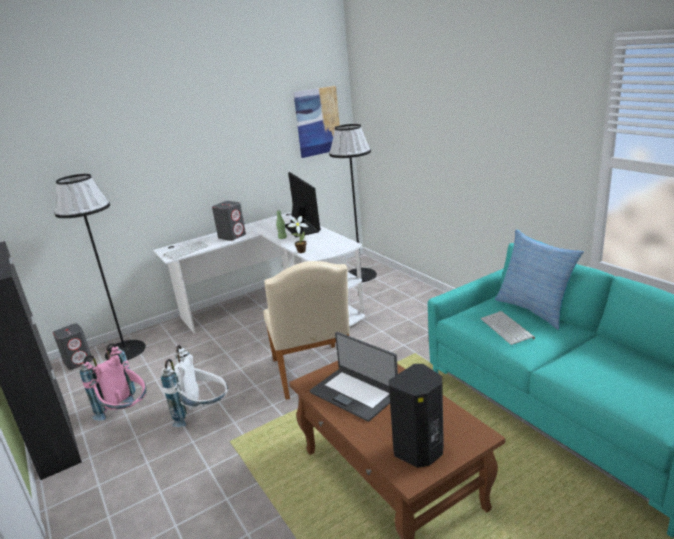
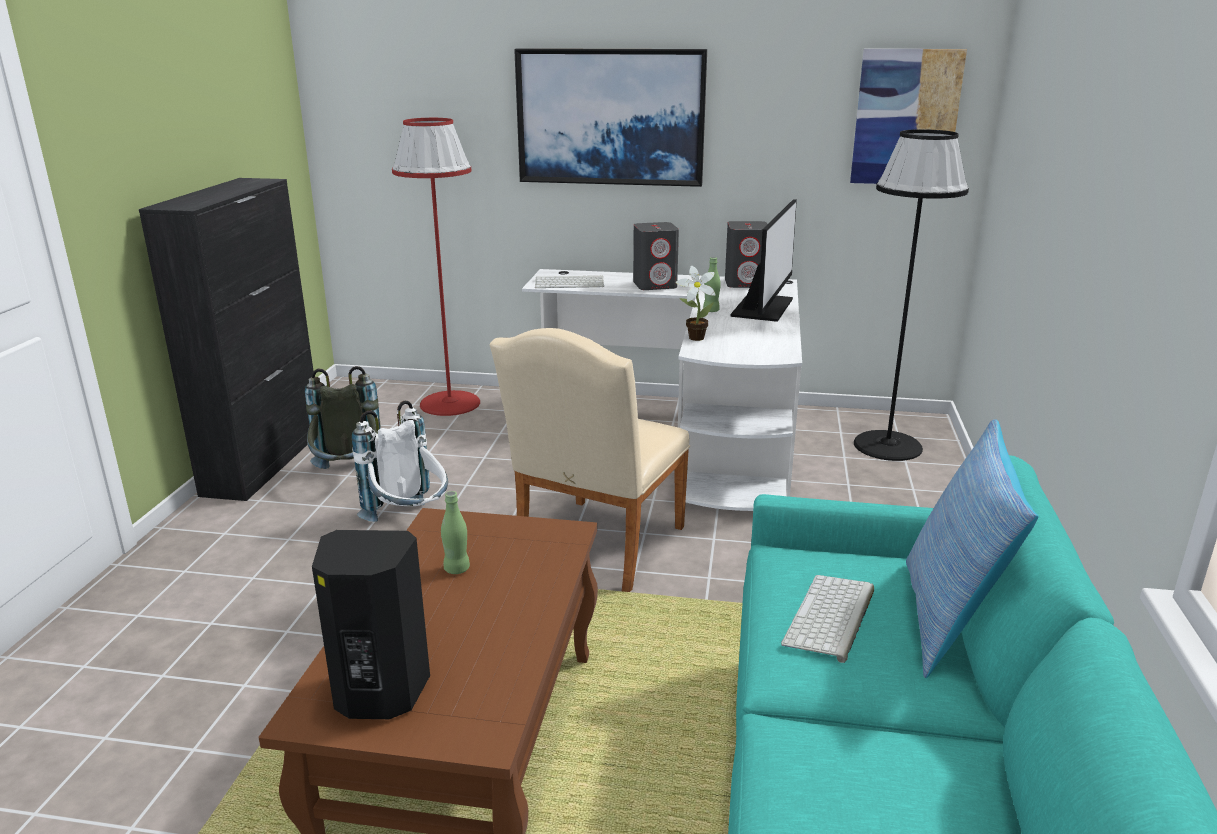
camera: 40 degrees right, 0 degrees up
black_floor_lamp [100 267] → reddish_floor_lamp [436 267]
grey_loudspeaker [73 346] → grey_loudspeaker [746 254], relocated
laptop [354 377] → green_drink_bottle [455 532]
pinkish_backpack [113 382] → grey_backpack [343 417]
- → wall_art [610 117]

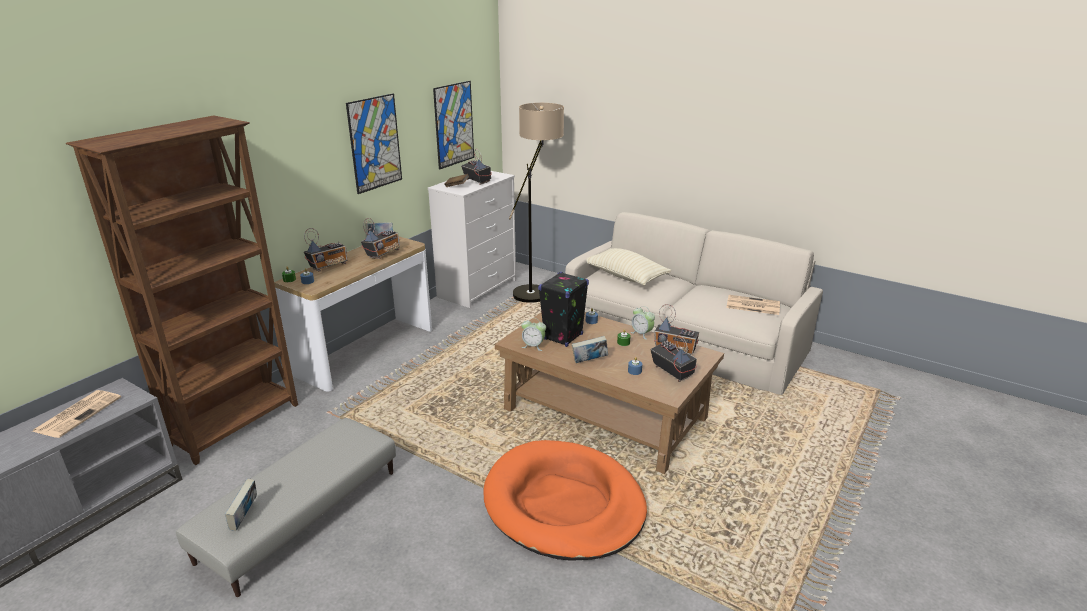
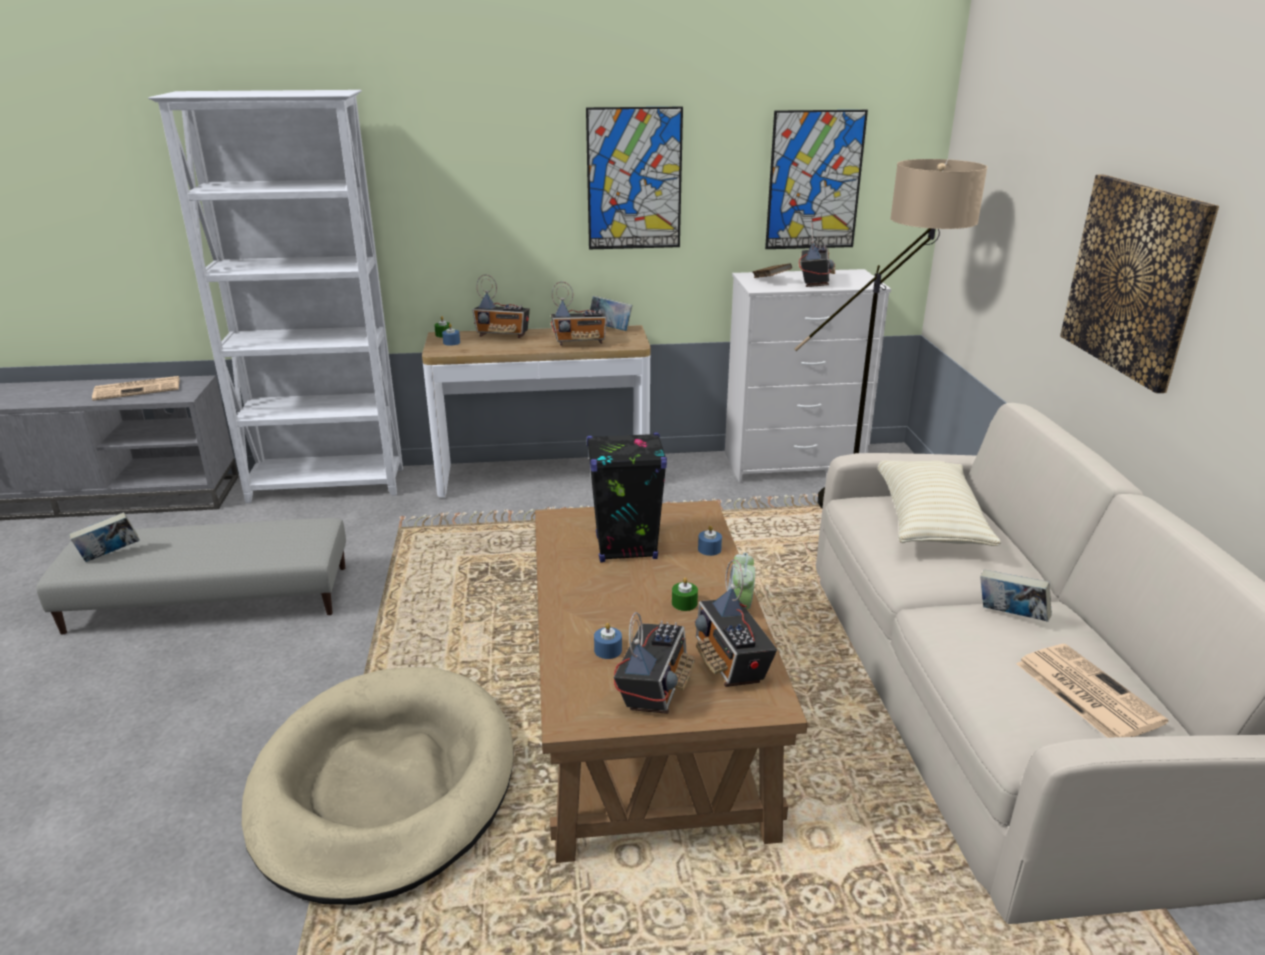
camera: 50 degrees right, 0 degrees up
brownish_bookshelf [182 290] → white_bookshelf [275 296]
alarm_clock [533 334] → -
book [590 349] → book [1016 596], relocated
orange_dog_cushion [565 500] → sand-coloured_dog_cushion [378 786]
- → wall_art [1139 283]

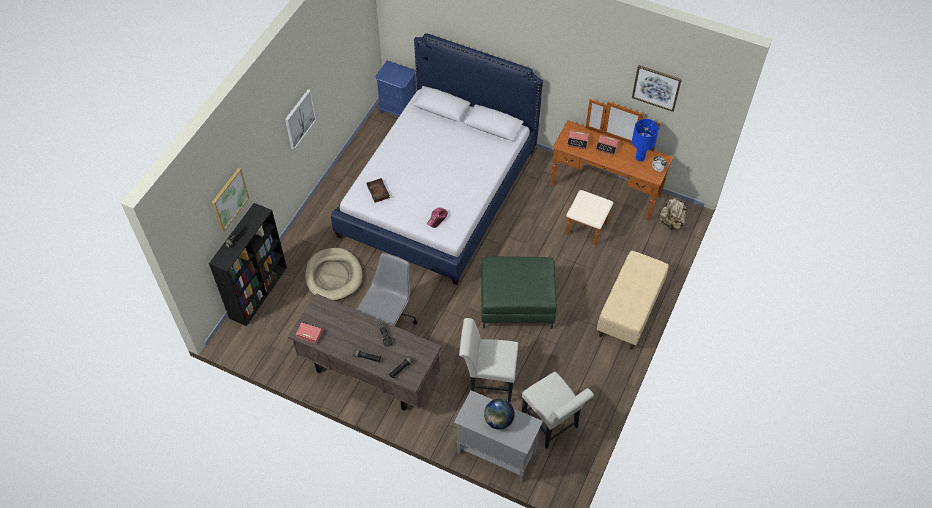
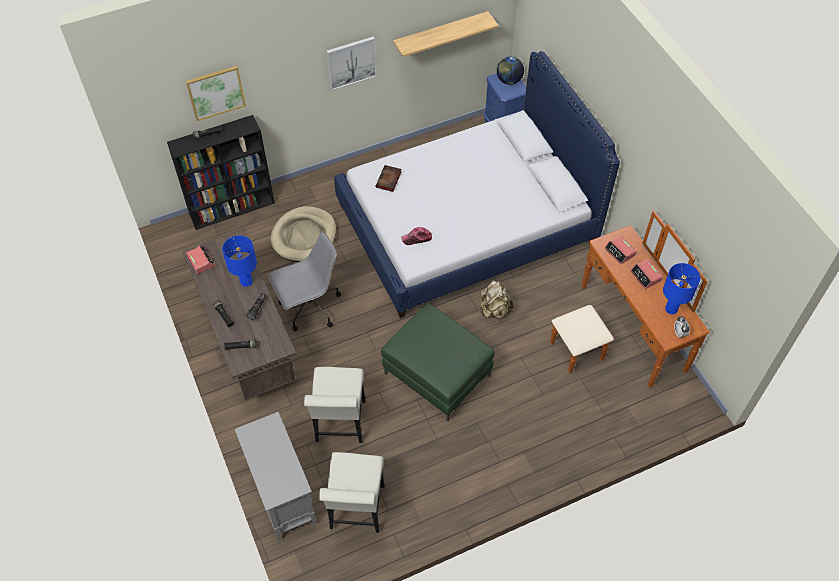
camera: 40 degrees right, 0 degrees up
wall_art [657 88] → -
sand-coloured_backpack [673 214] → sand-coloured_backpack [497 299], relocated
sand-coloured_bench [633 299] → -
white_chair [488 360] → white_chair [335 405], 135 degrees counterclockwise
world_globe [499 414] → world_globe [510 71], relocated
- → bracket_shelf [446 34]
- → bluish_table_lamp [239 261]

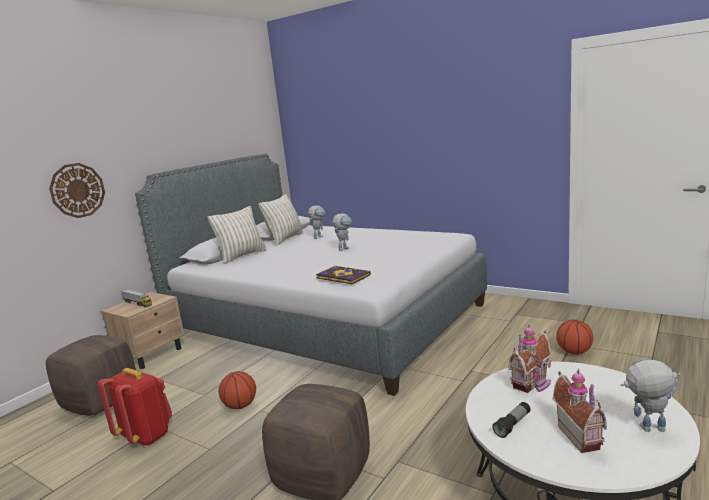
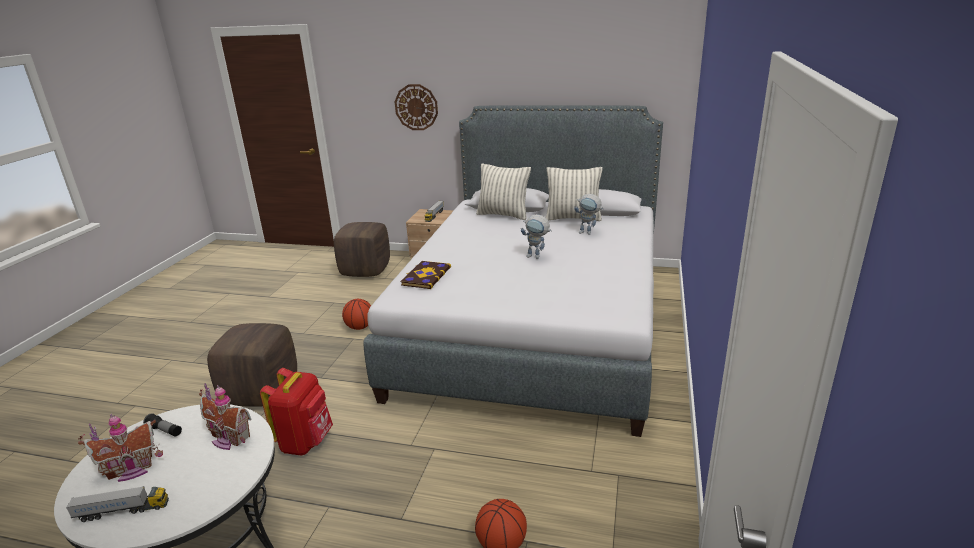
camera: 70 degrees right, 10 degrees up
model_robot [651 395] → model_truck [117 504]
reddish_backpack [135 407] → reddish_backpack [296 412], relocated

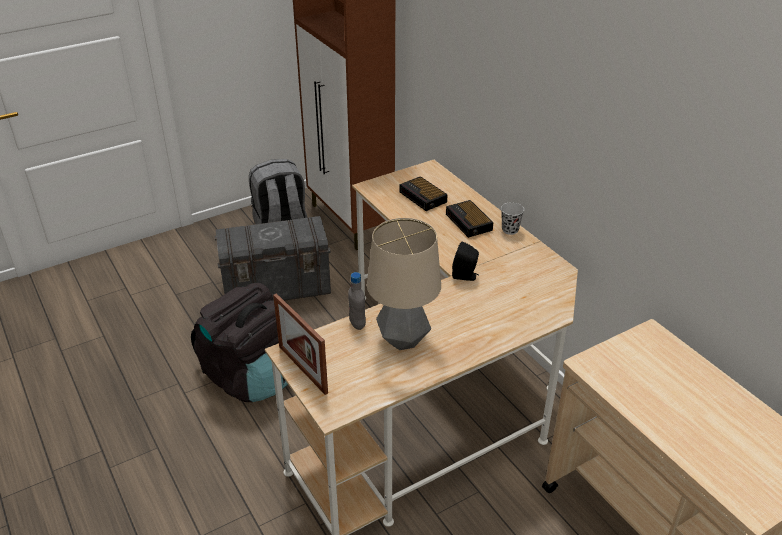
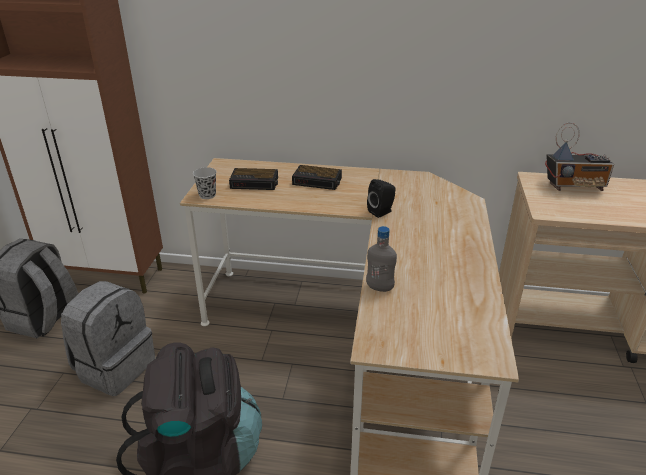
camera: 50 degrees left, 5 degrees down
black_small_cup [512 218] → black_small_cup [205 183], relocated
grey_storage_container [273 258] → grey_backpack [108 338]
table_lamp [404 284] → -
standing_frame [300 344] → -
- → radio_set [579 157]

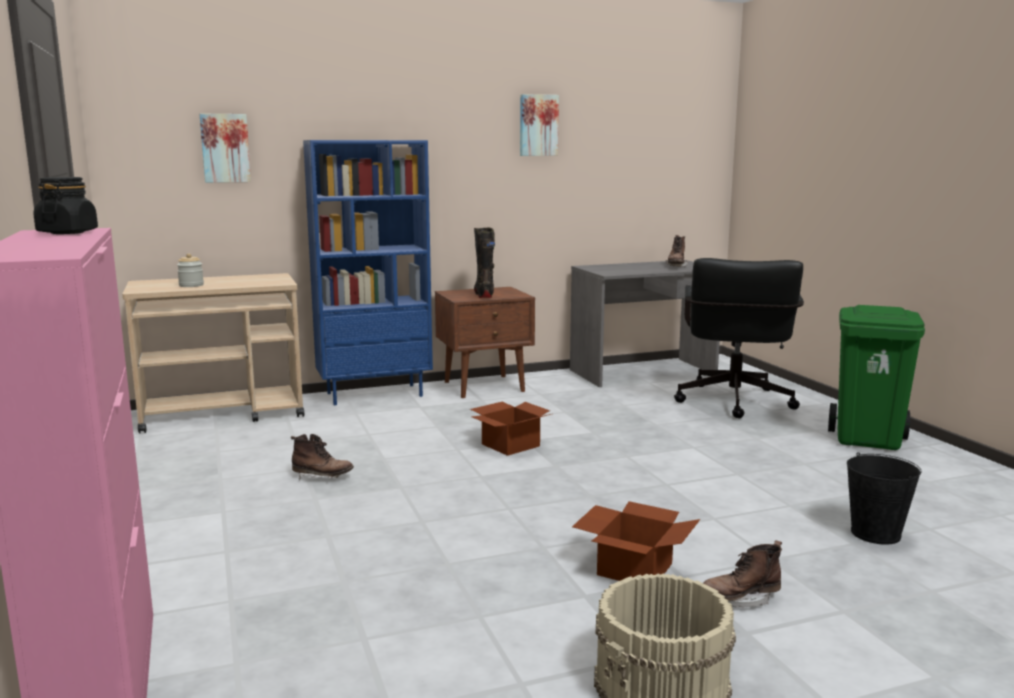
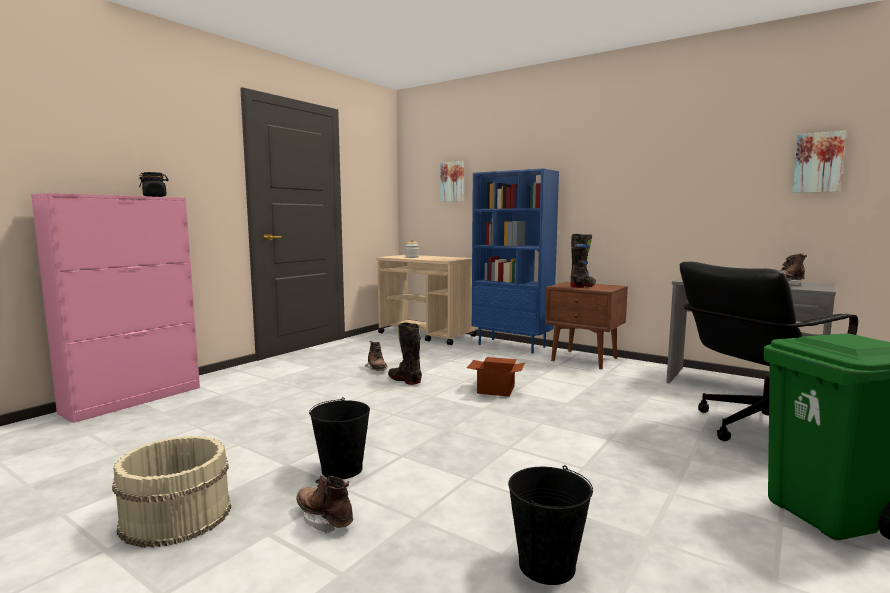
camera: 55 degrees right, 5 degrees down
wall_art [539 125] → wall_art [819 162], relocated
packing_box [636 541] → black_bucket [339 438]
- → black_tall_boot [405 353]

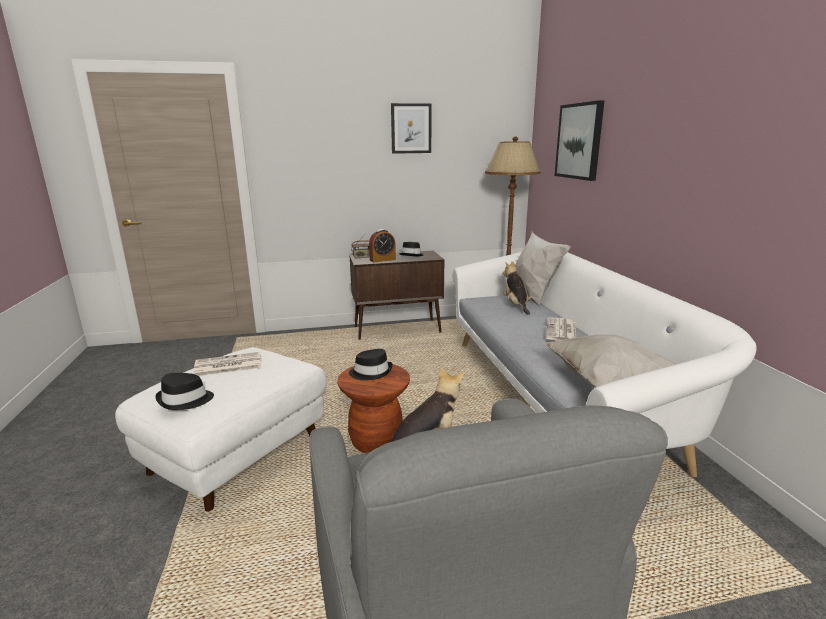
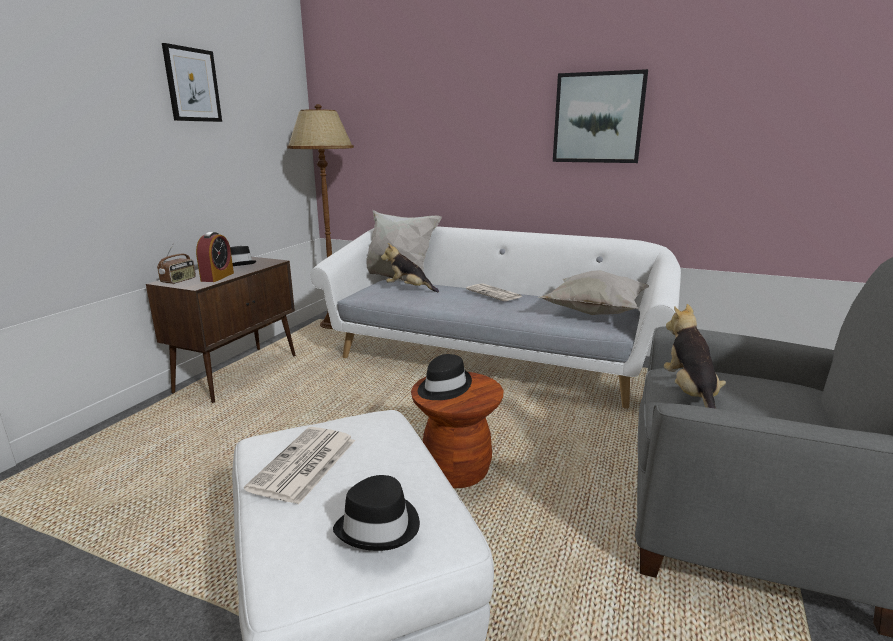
camera: 55 degrees left, 0 degrees up
wall_art [580 140] → wall_art [600 116], relocated

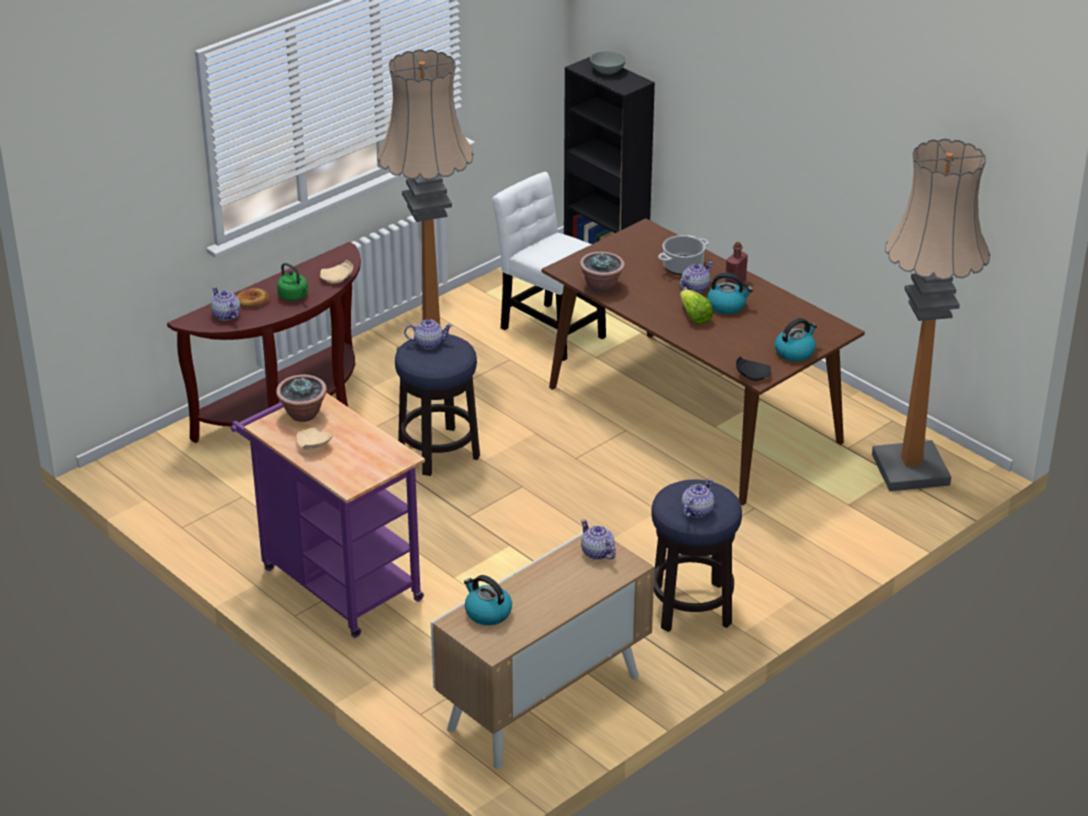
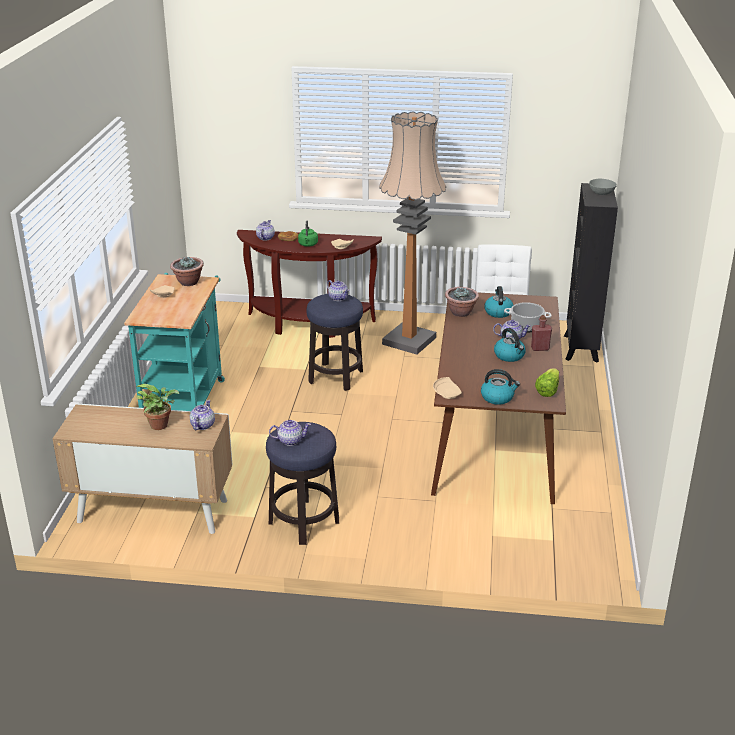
camera: 50 degrees right, 5 degrees down
floor_lamp [931 315] → -
lettuce_head [696 306] → lettuce_head [547 382], relocated
black_plate [753 368] → sand-coloured_plate [447 388]
purplish_cart [328 515] → blue-green_cart [174 342]
kettle [488 600] → kettle [498 302], relocated
- → houseplant [157 407]

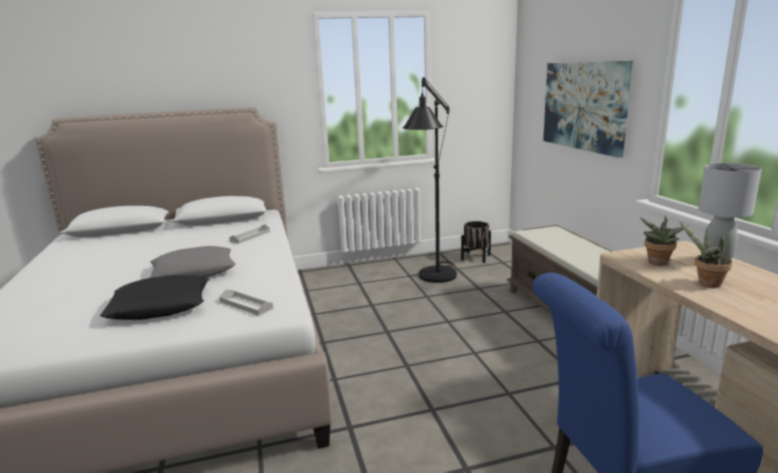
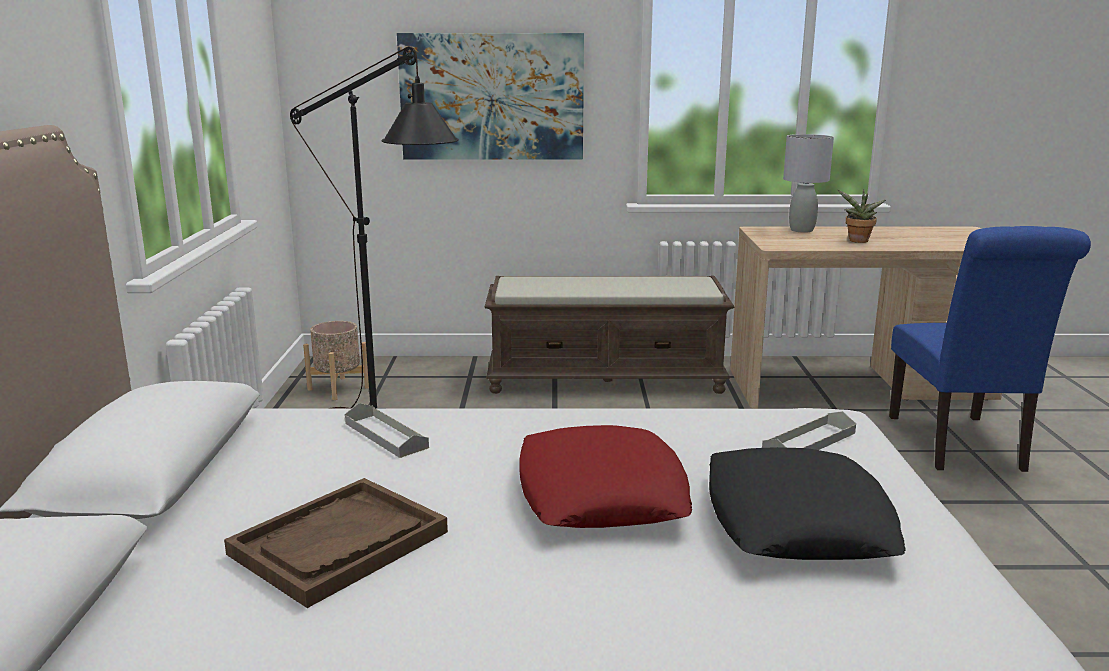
camera: 75 degrees left, 0 degrees up
houseplant [664 240] → -
black_planter [476 242] → sand-coloured_planter [336 360]
grey_throw_pillow [193 262] → reddish_throw_pillow [605 476]
- → brownish_carrying_tray [336 543]

